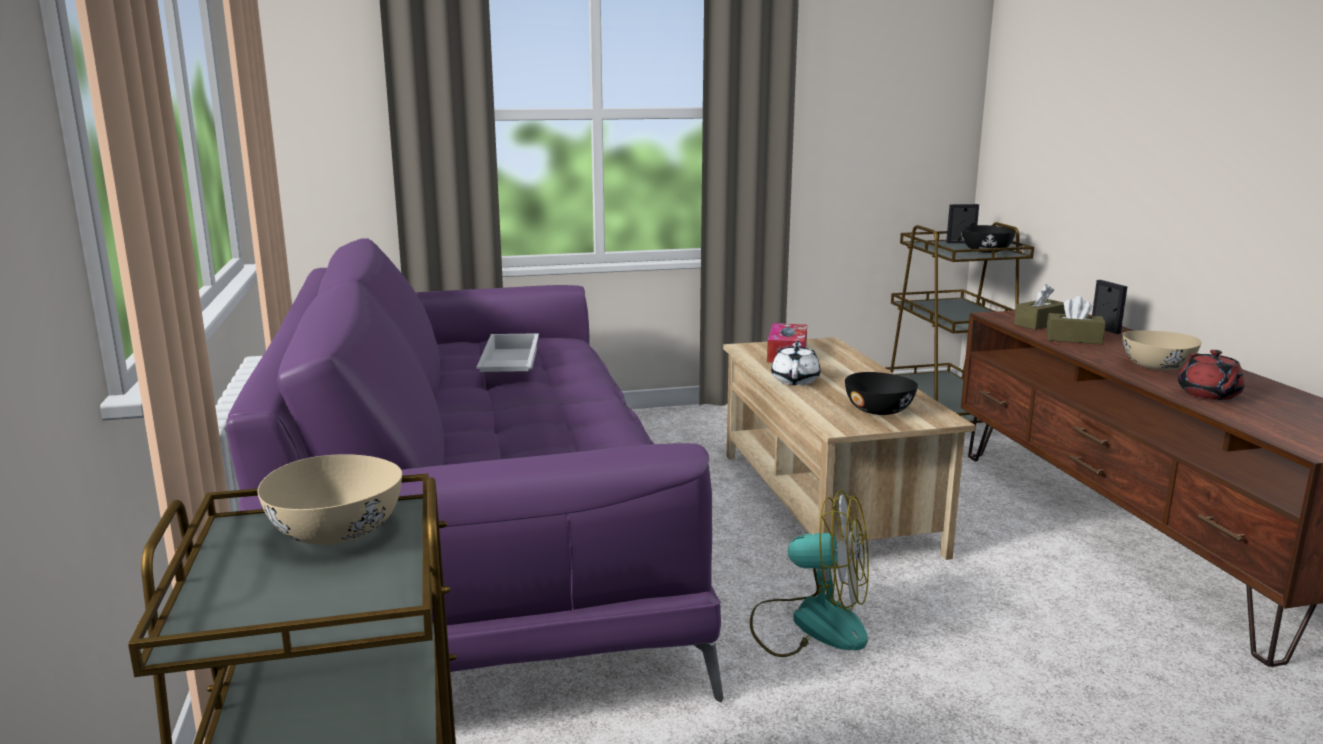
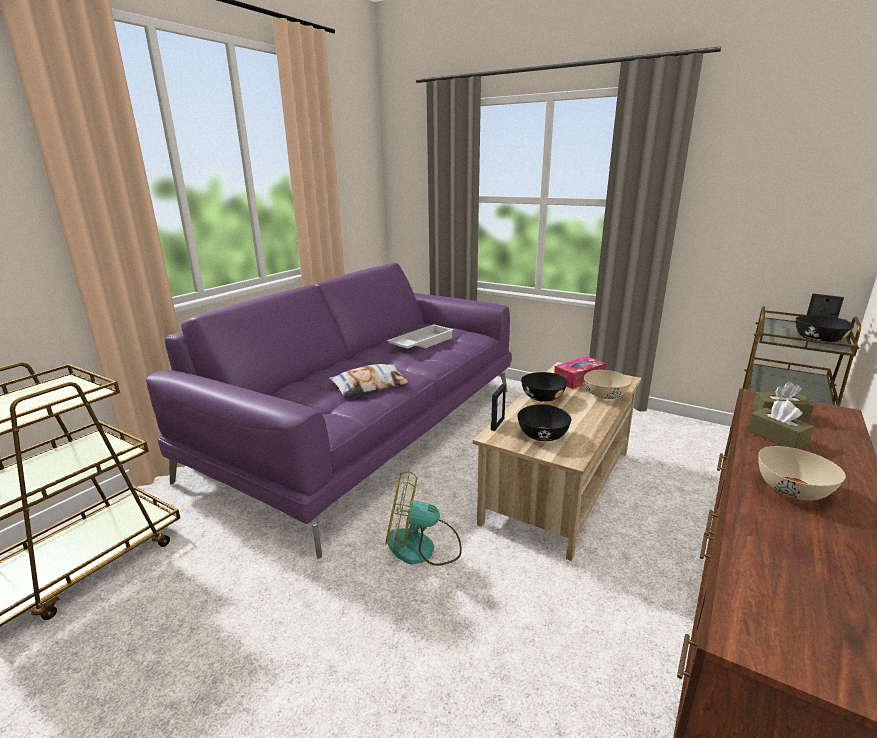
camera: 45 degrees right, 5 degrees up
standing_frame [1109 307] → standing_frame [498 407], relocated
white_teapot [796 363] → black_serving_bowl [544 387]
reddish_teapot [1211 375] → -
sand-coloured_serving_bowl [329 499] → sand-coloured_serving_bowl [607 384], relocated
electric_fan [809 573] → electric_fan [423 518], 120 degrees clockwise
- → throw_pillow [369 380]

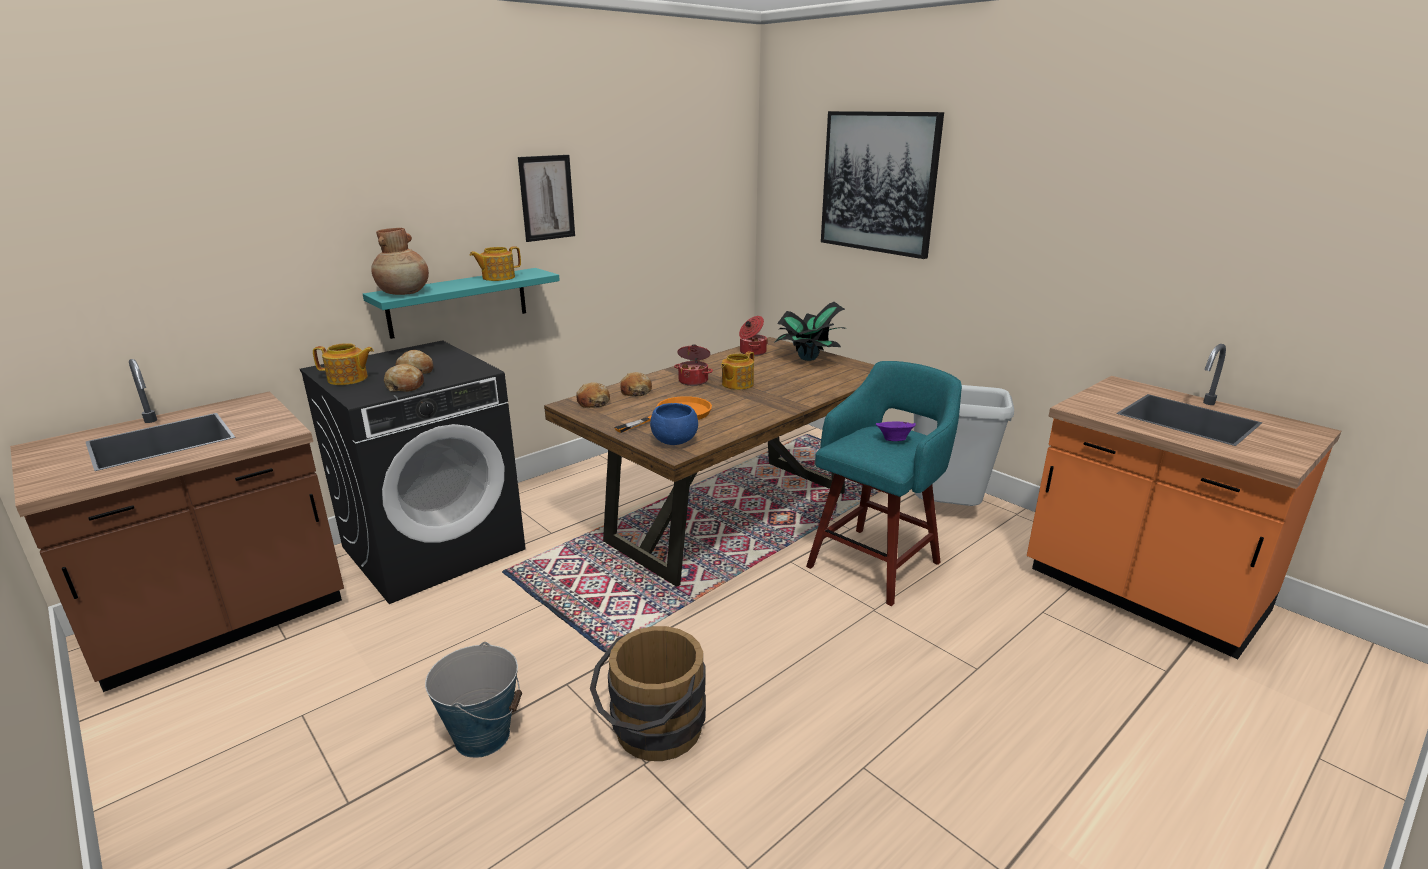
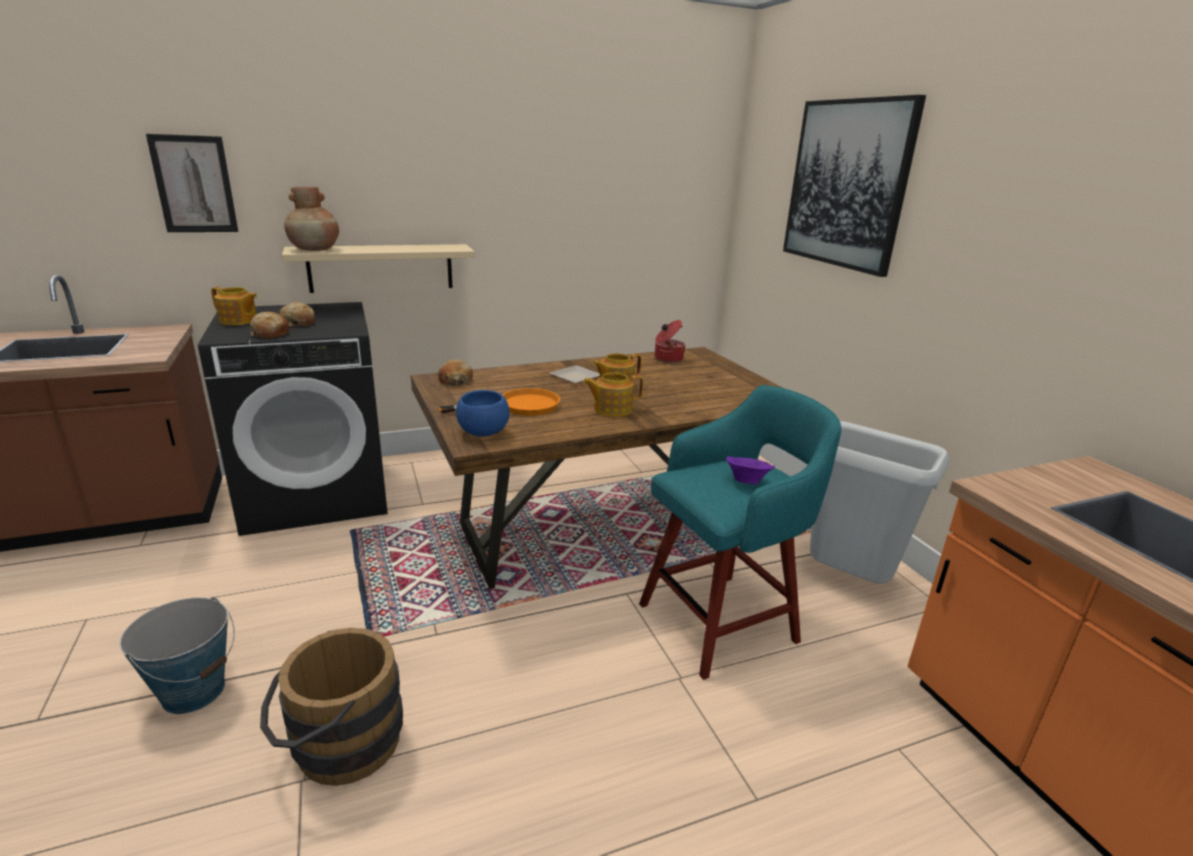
camera: 20 degrees right, 0 degrees up
wall_art [546 198] → wall_art [192 183], relocated
teapot [495 263] → teapot [613 394], relocated
blue-green_bracket_shelf [461 303] → sand-coloured_bracket_shelf [378 268]
houseplant [809 331] → -
cooking_pot [693 365] → plate [574 374]
bread [636 384] → -

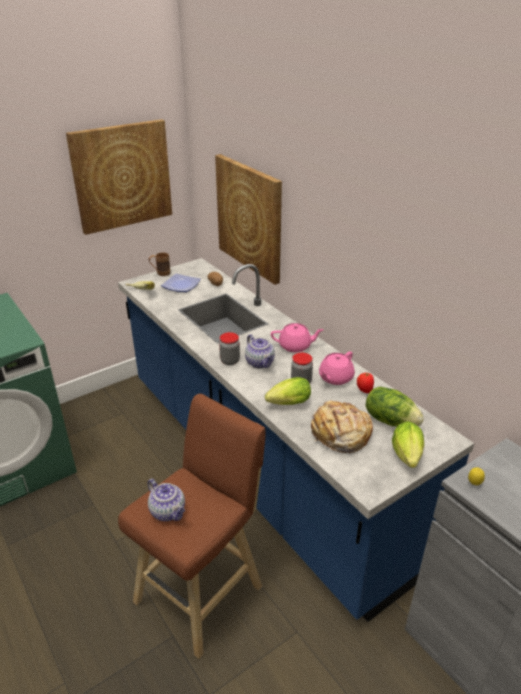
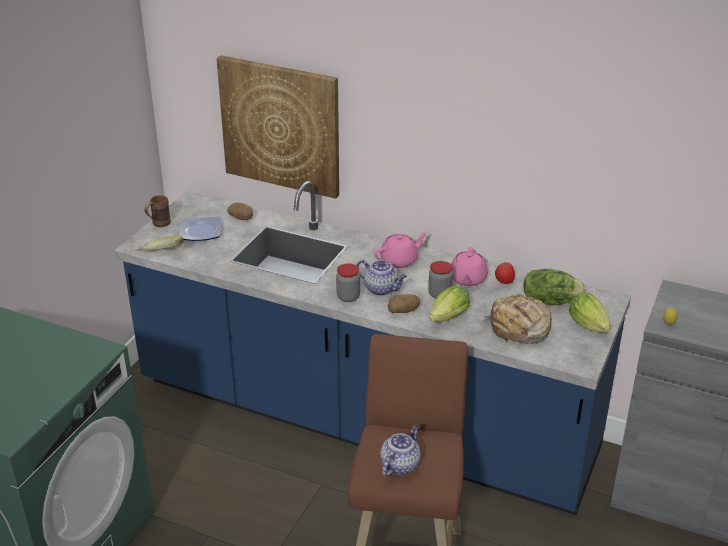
camera: 30 degrees left, 0 degrees up
wall_art [119 177] → -
teapot [166 500] → teapot [400 451], 75 degrees counterclockwise
- → potato [404 303]

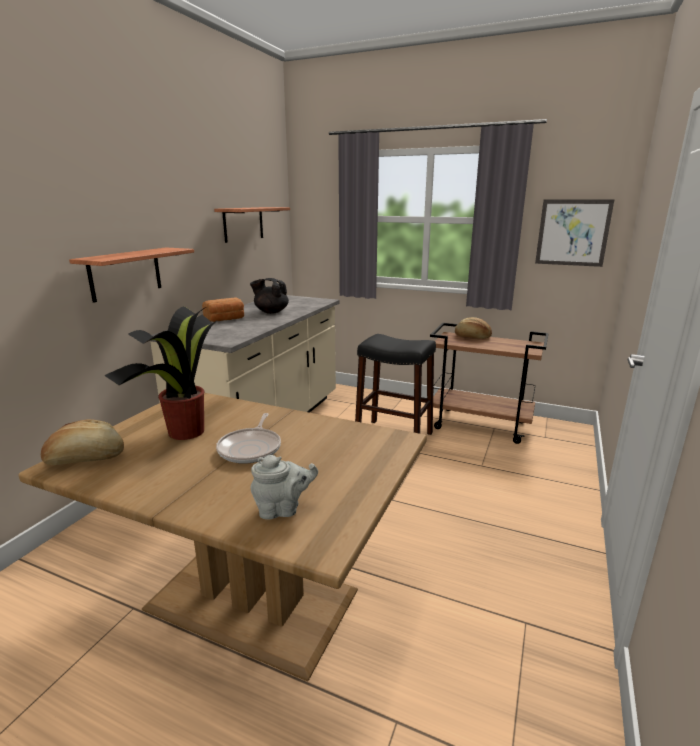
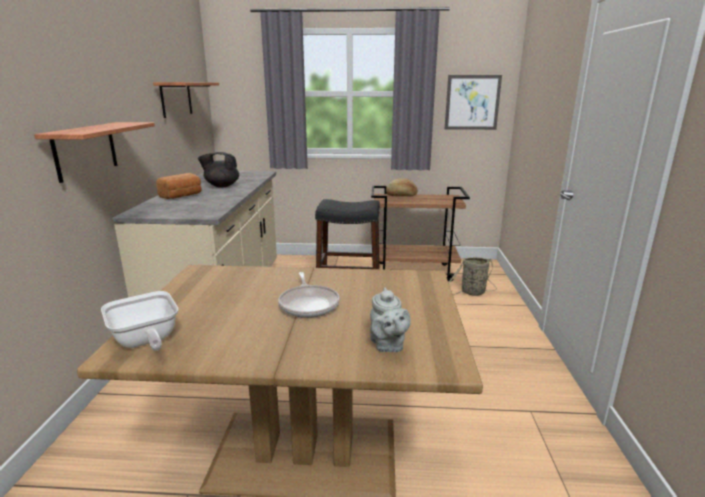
camera: 20 degrees left, 0 degrees up
houseplant [161 373] → -
bread [82 442] → skillet [139 321]
grey_teapot [284 487] → grey_teapot [390 319], 105 degrees clockwise
- → household_basket [472 276]

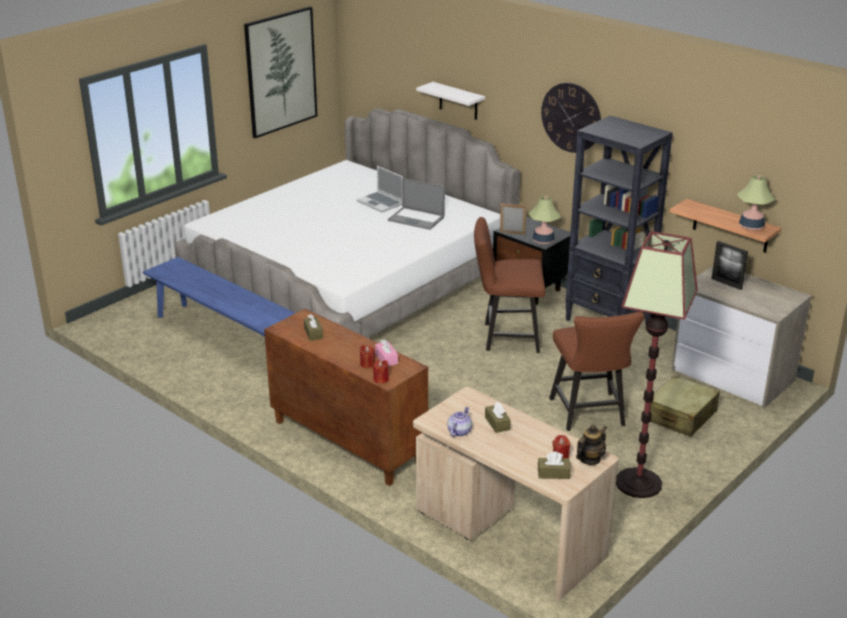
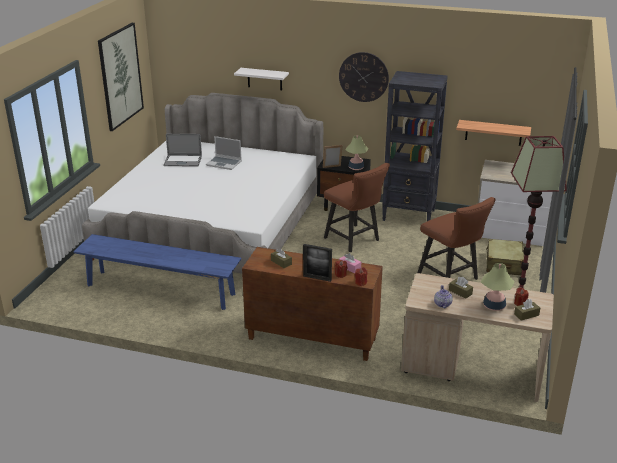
camera: 25 degrees left, 0 degrees up
table_lamp [756 202] → table_lamp [497 287], relocated
laptop [416 204] → laptop [183 150], relocated
brownish_chair [509 285] → brownish_chair [357 207], 105 degrees counterclockwise
standing_frame [730 265] → standing_frame [317 263], relocated
teapot [591 445] → -

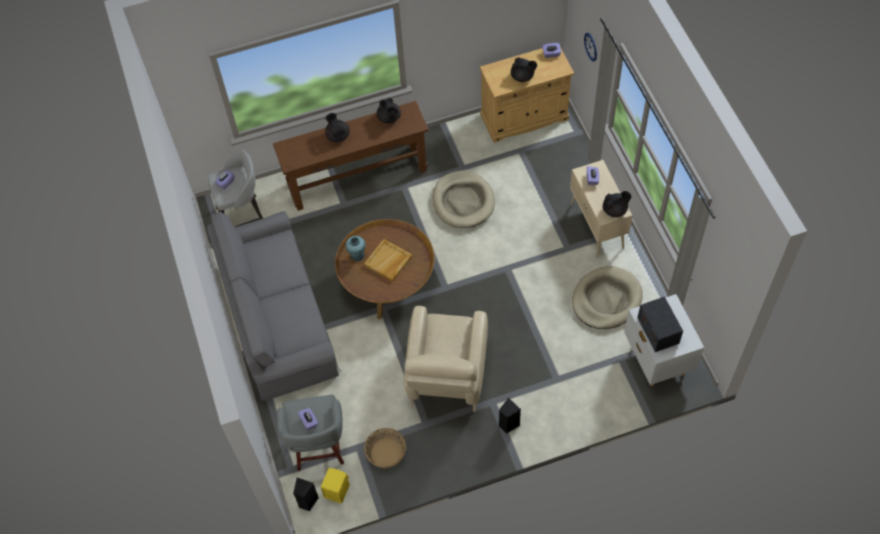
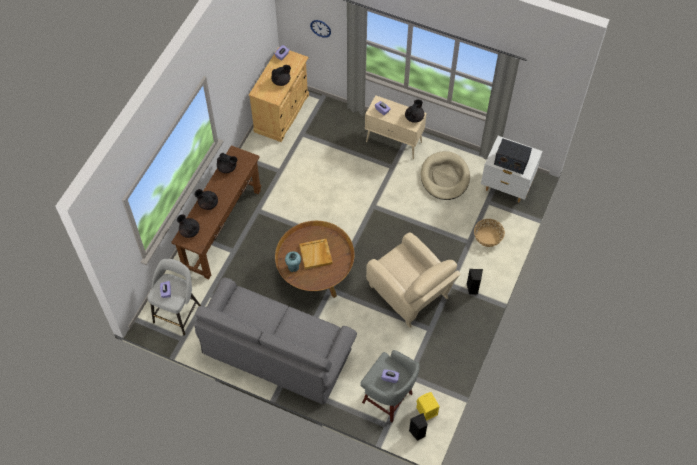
camera: 50 degrees left, 0 degrees up
sand-coloured_dog_cushion [463 199] → -
household_basket [385 448] → household_basket [489 233], relocated
- → black_teapot [188 226]

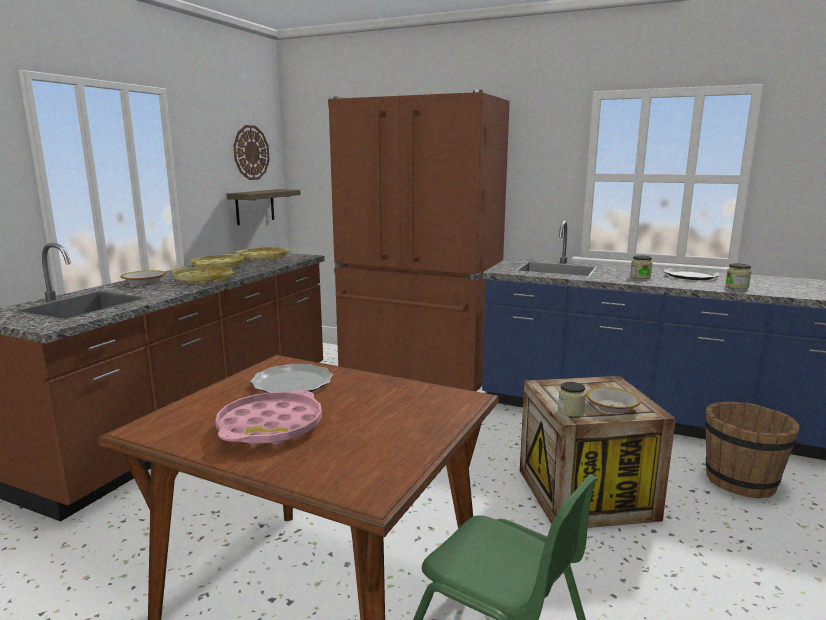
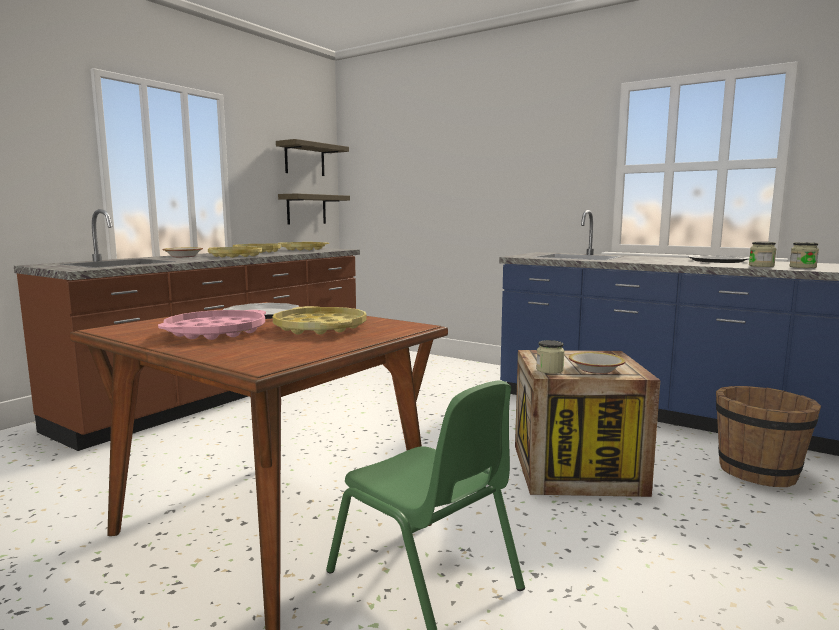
camera: 10 degrees right, 5 degrees down
brownish_refrigerator [419 241] → -
clock_on_the_wall [251 152] → bracket_shelf [312 157]
preserve_jar [641 267] → preserve_jar [804 255], relocated
- → yellowish_carrying_tray [320 320]

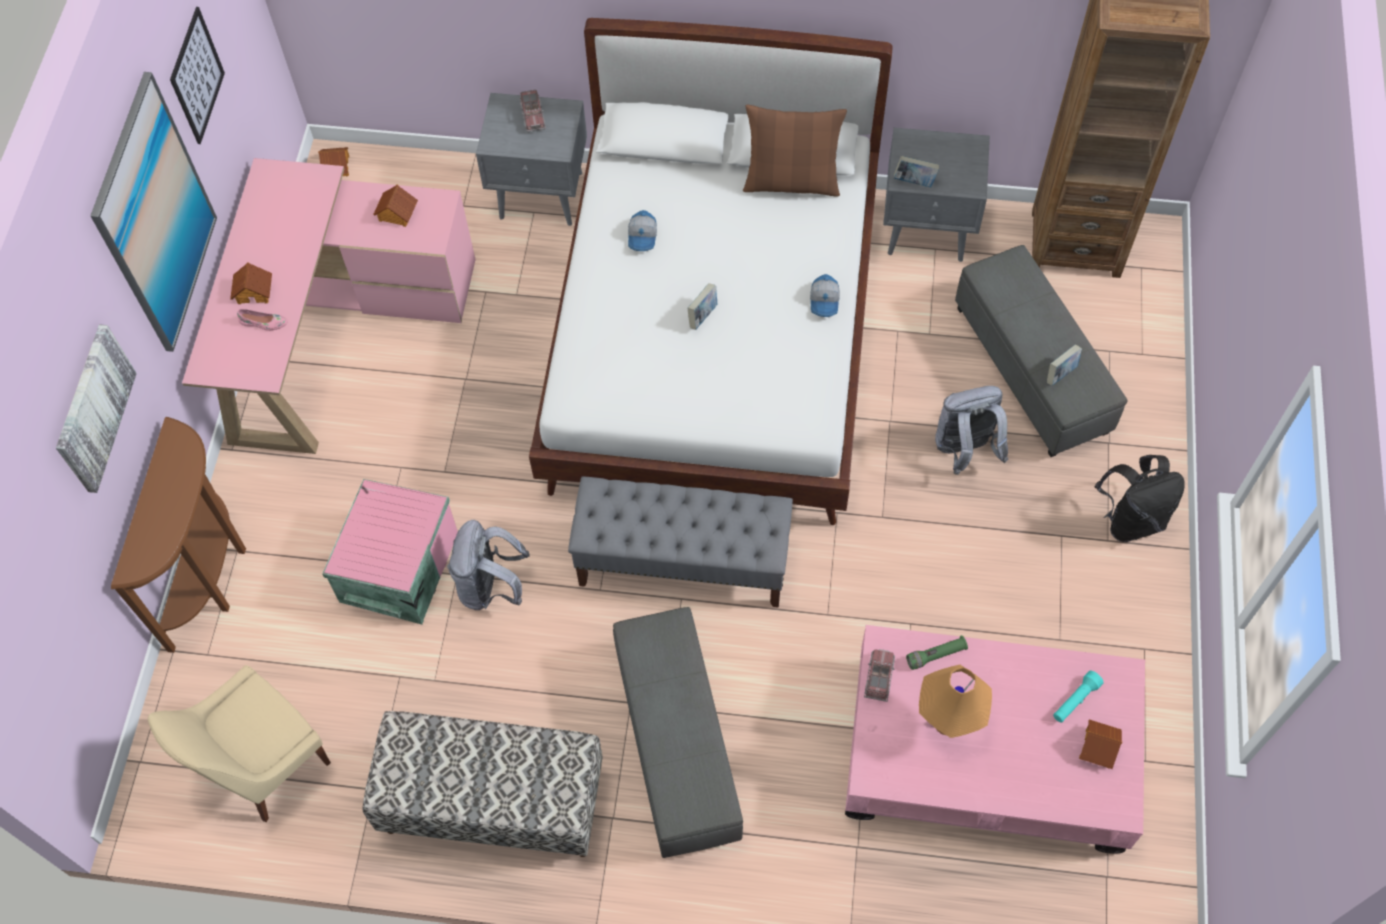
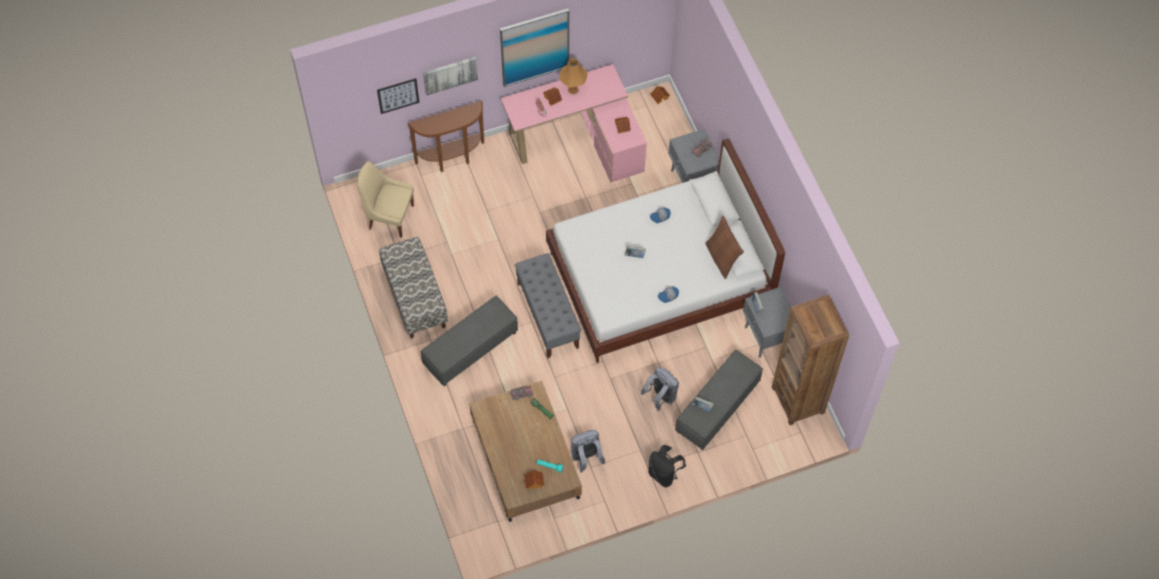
camera: 60 degrees right, 0 degrees up
wall_art [197 75] → wall_art [398 96], relocated
pinkish_storage_container [390 551] → -
grey_backpack [488 565] → grey_backpack [588 451], relocated
pinkish_low_table [995 739] → brownish_low_table [525 451]
orange_table_lamp [955 701] → orange_table_lamp [573 76], relocated

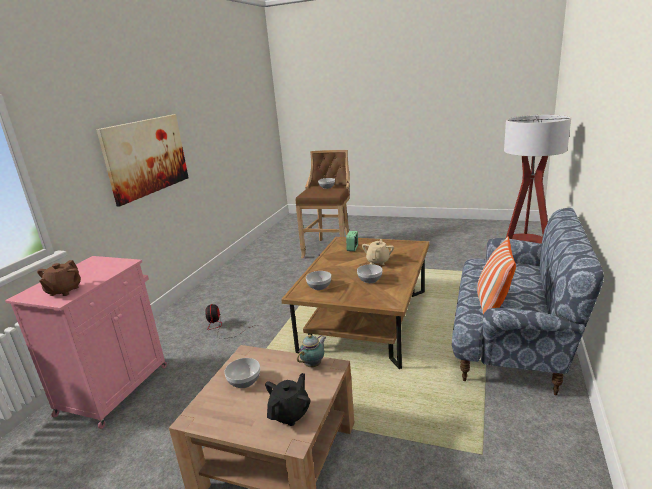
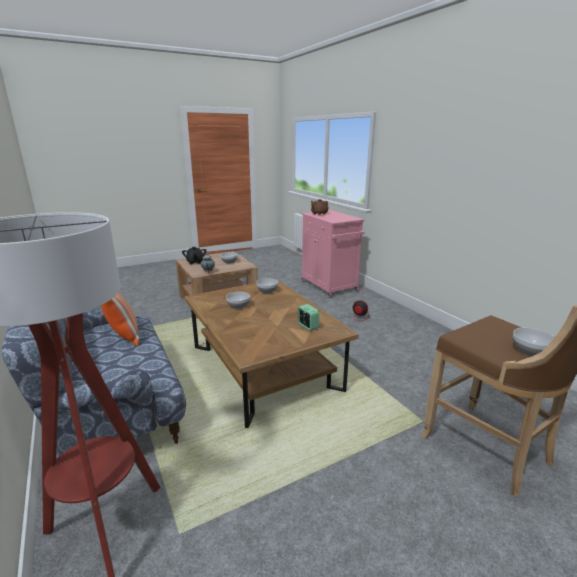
camera: 130 degrees right, 0 degrees up
wall_art [142 160] → -
sand-coloured_teapot [378 252] → -

